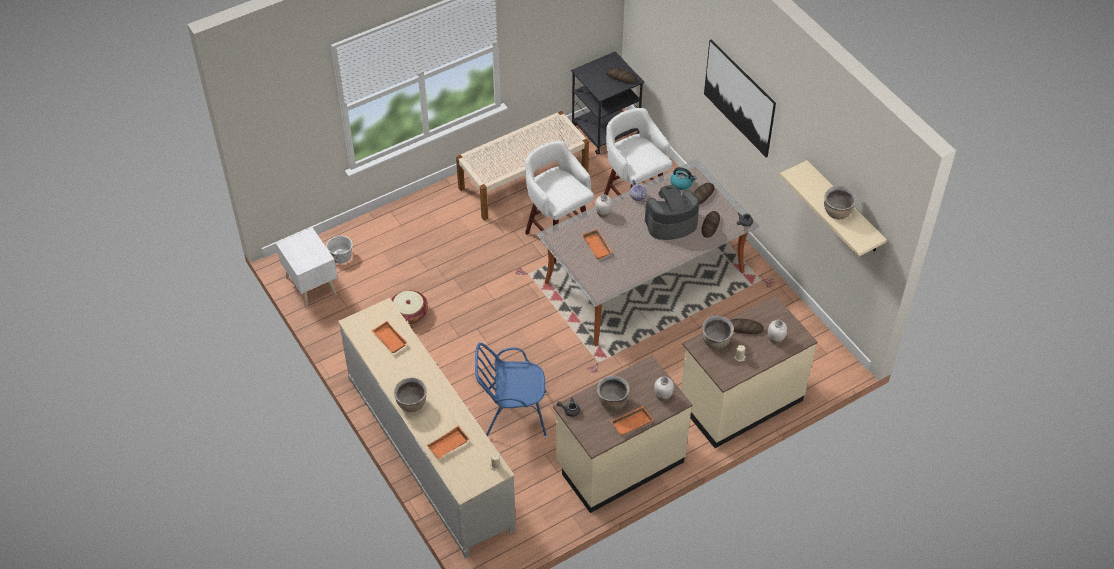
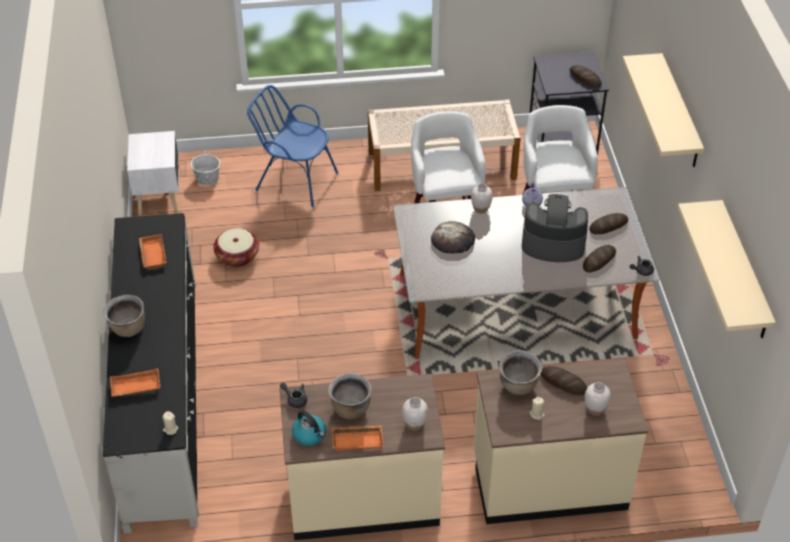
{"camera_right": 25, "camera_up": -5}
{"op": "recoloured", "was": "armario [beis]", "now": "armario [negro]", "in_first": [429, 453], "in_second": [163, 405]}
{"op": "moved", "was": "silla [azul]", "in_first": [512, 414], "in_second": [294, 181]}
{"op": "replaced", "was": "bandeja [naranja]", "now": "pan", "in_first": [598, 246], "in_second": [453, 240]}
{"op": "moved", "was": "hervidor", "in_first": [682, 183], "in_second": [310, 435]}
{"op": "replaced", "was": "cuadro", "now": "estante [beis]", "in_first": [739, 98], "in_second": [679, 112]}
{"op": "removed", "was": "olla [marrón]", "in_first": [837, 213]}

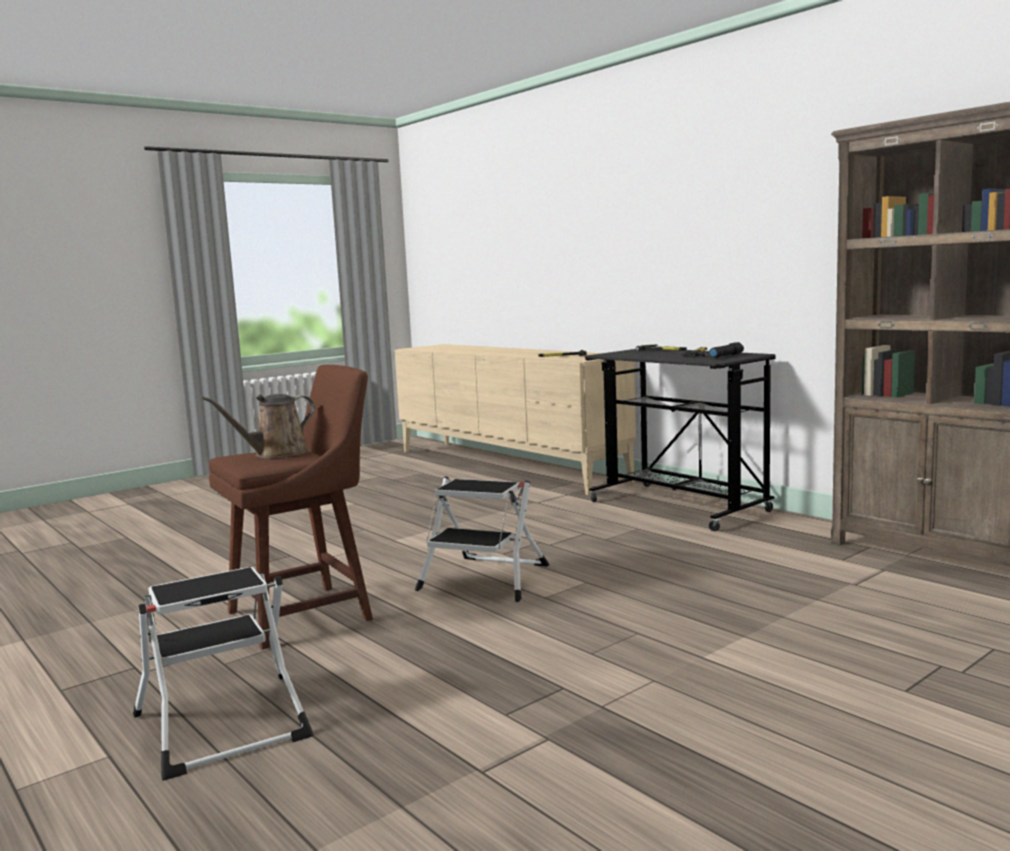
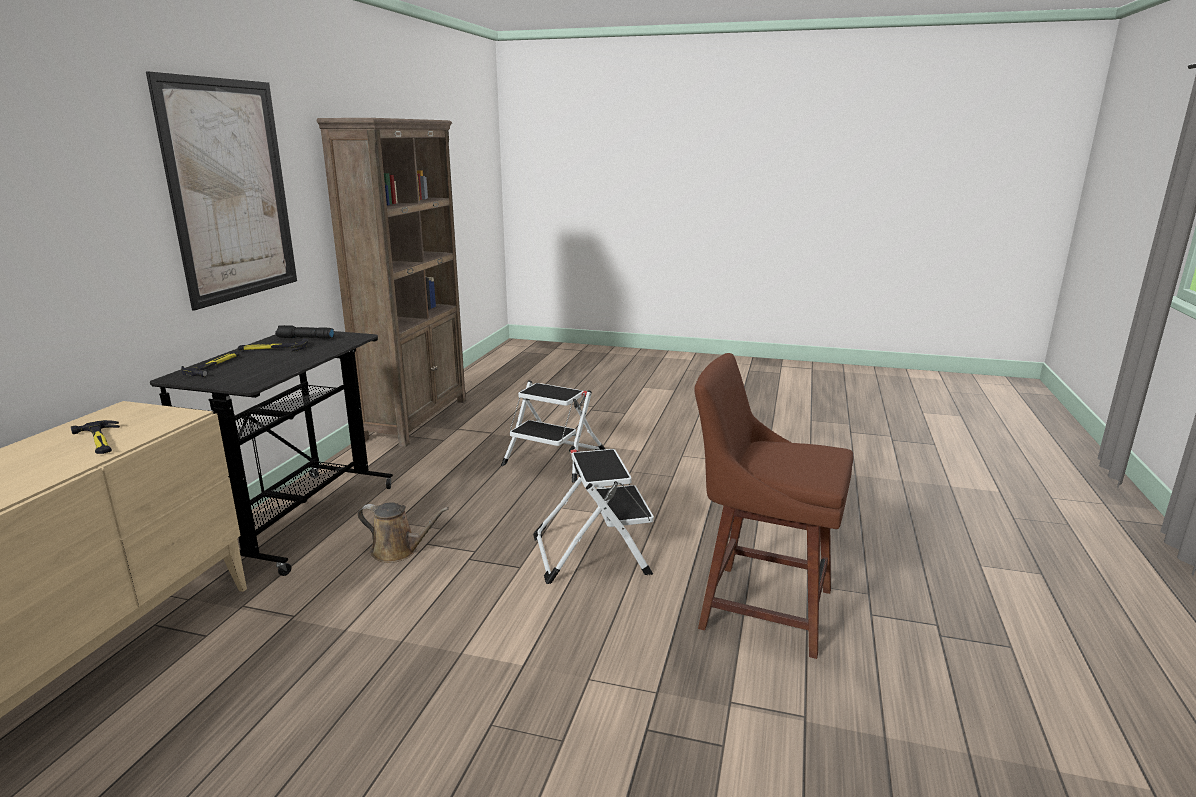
{"camera_right": -125, "camera_up": 10}
{"op": "moved", "was": "escalera de tijera", "in_first": [224, 721], "in_second": [555, 459]}
{"op": "moved", "was": "regadera [marrón]", "in_first": [276, 454], "in_second": [398, 551]}
{"op": "added", "now": "cuadro", "in_second": [231, 191]}

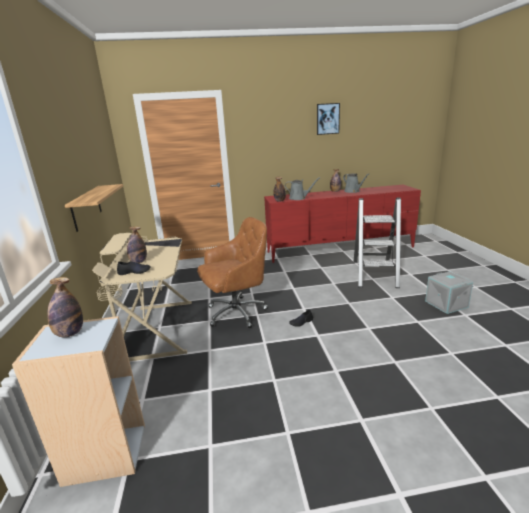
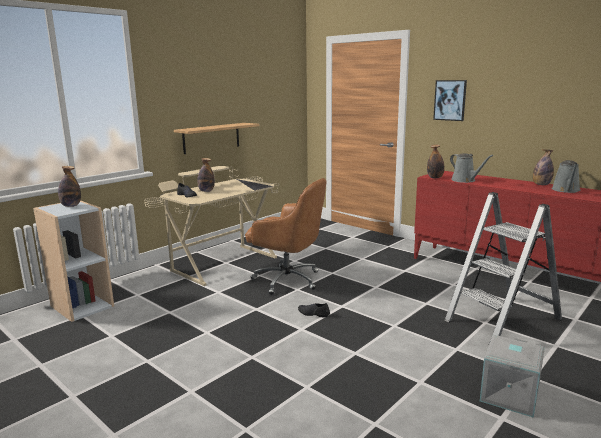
{"camera_right": 50, "camera_up": -5}
{"op": "moved", "was": "cuadro", "in_first": [327, 119], "in_second": [450, 100]}

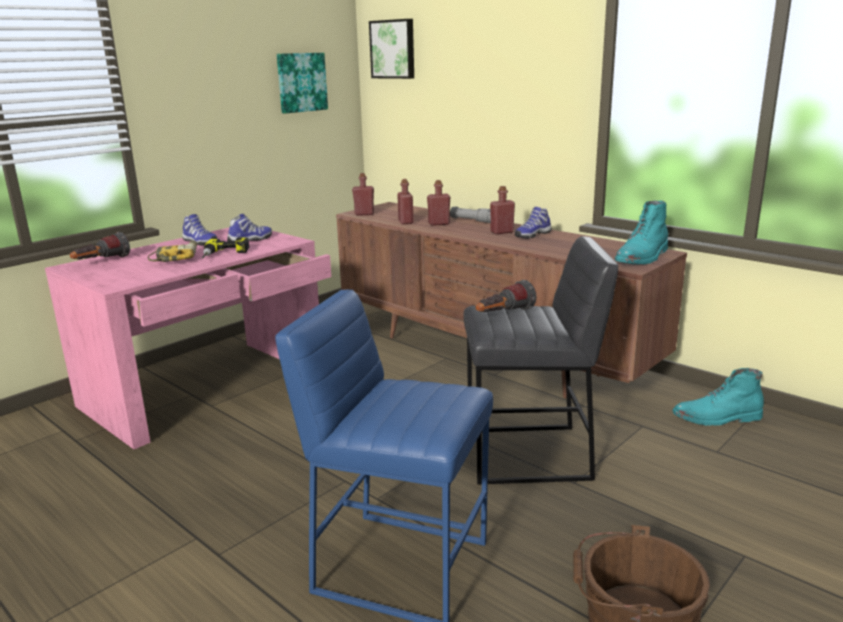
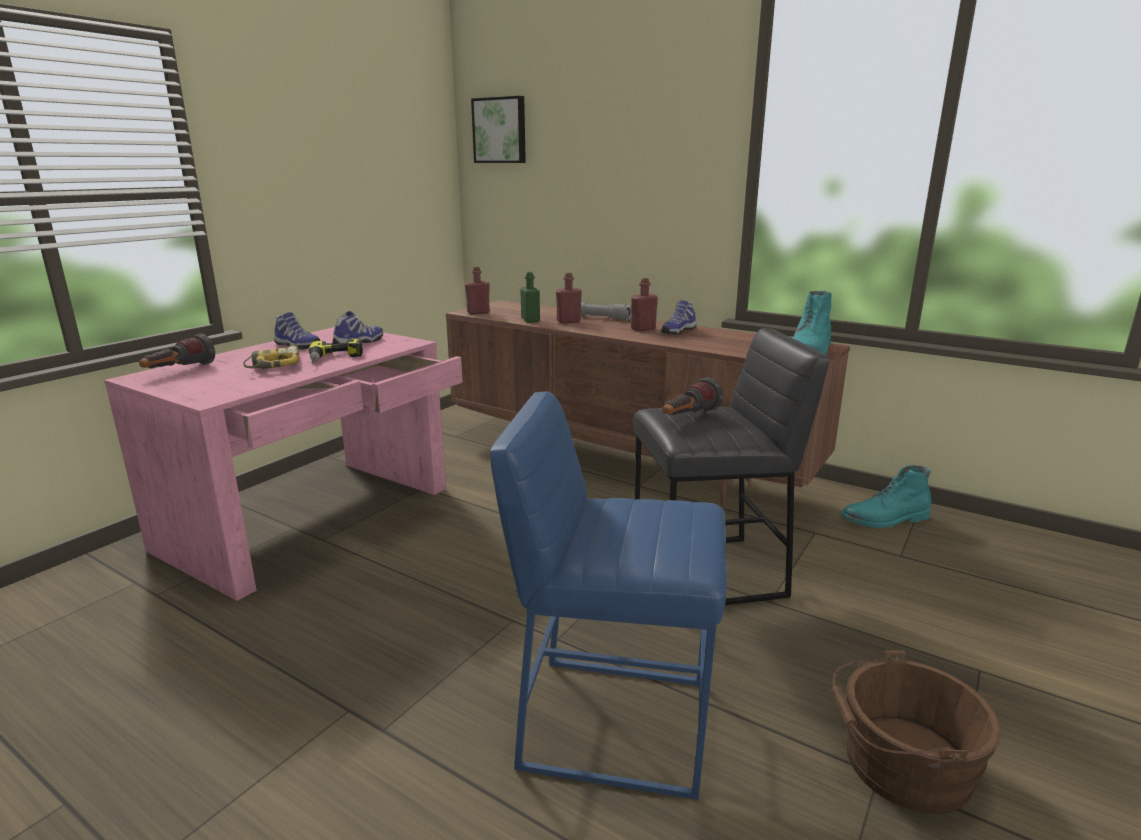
{"camera_right": -10, "camera_up": 0}
{"op": "removed", "was": "cuadro", "in_first": [301, 82]}
{"op": "recoloured", "was": "botella [rojo]", "now": "botella [verde]", "in_first": [405, 222], "in_second": [530, 320]}

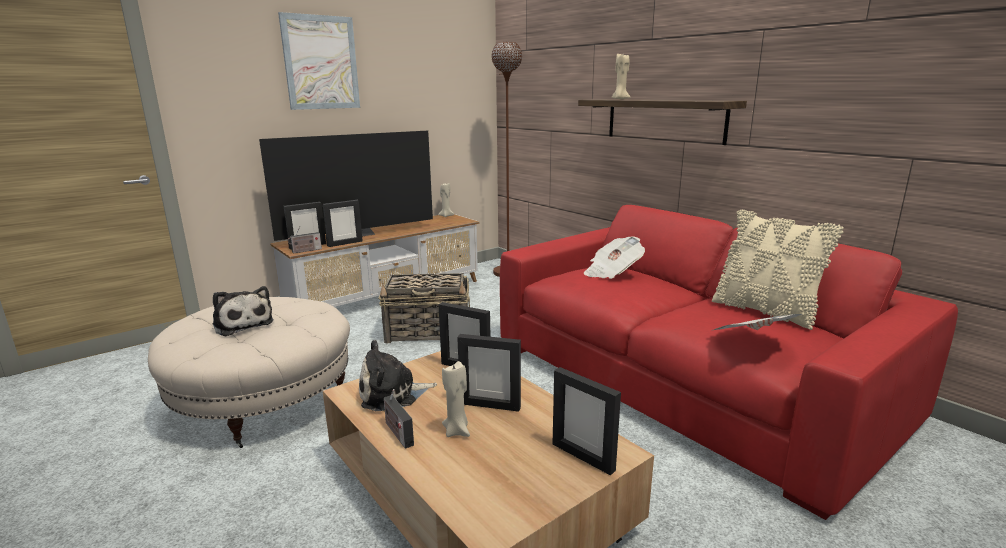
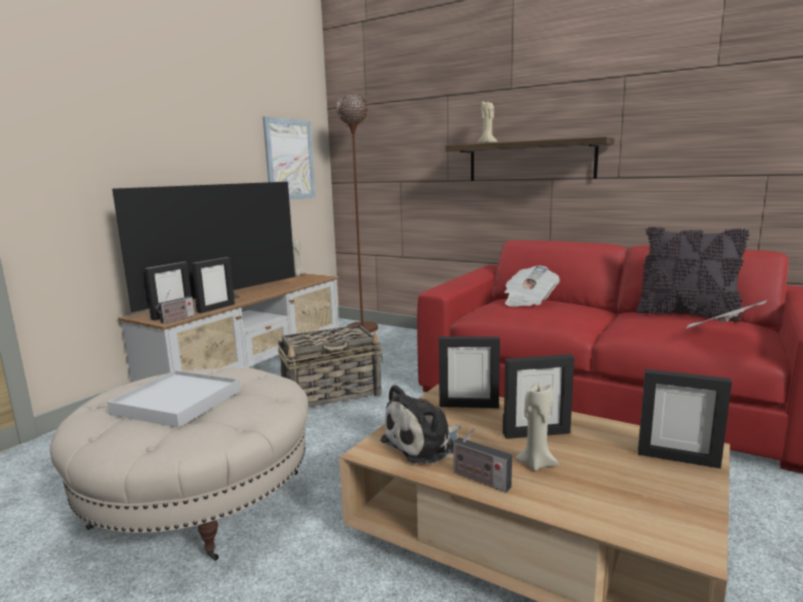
{"camera_right": -20, "camera_up": -5}
{"op": "replaced", "was": "peluche", "now": "bandeja [blanco]", "in_first": [242, 324], "in_second": [177, 402]}
{"op": "moved", "was": "cuadro", "in_first": [321, 63], "in_second": [289, 160]}
{"op": "recoloured", "was": "cojín [beis]", "now": "cojín [negro]", "in_first": [765, 311], "in_second": [686, 314]}

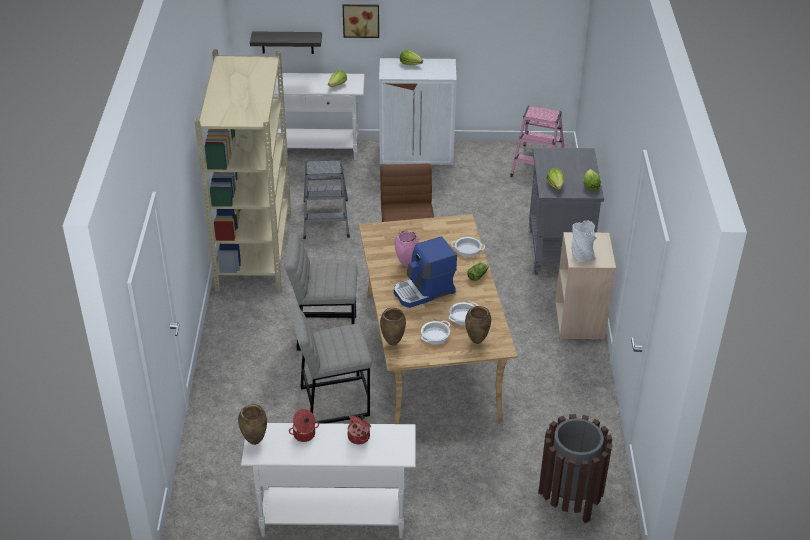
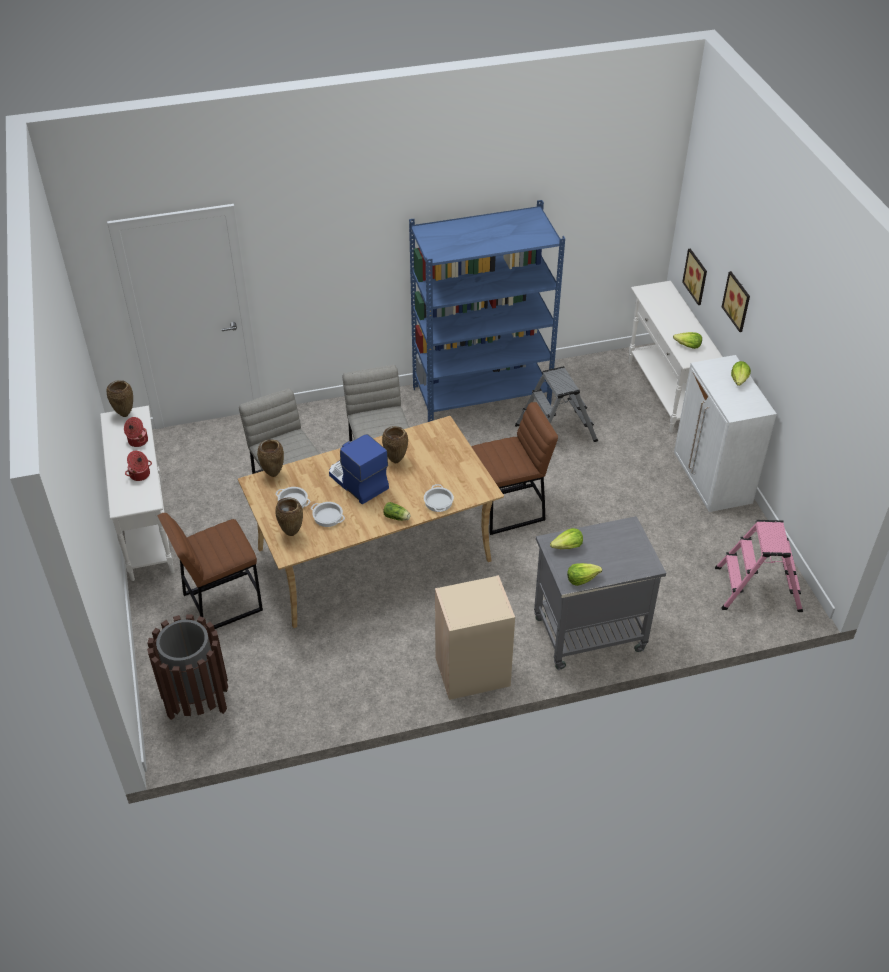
{"camera_right": 75, "camera_up": 5}
{"op": "recoloured", "was": "estantería [beis]", "now": "estantería [azul]", "in_first": [254, 251], "in_second": [481, 397]}
{"op": "replaced", "was": "estante", "now": "cuadro", "in_first": [287, 42], "in_second": [697, 276]}
{"op": "recoloured", "was": "florero [rosa]", "now": "florero [marrón]", "in_first": [406, 264], "in_second": [396, 460]}
{"op": "removed", "was": "florero [blanco]", "in_first": [581, 255]}
{"op": "added", "now": "silla [marrón]", "in_second": [220, 603]}

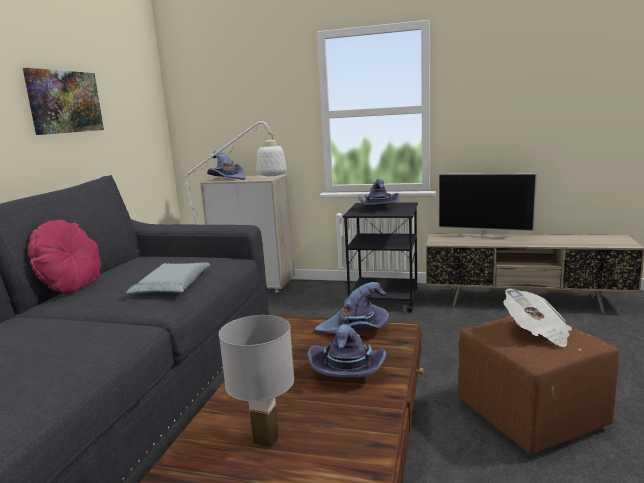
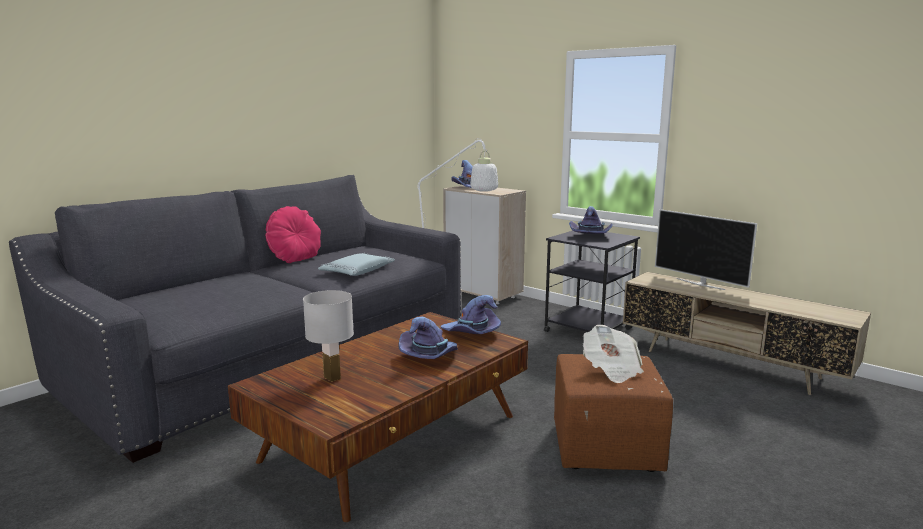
{"camera_right": 25, "camera_up": 0}
{"op": "removed", "was": "cuadro", "in_first": [65, 102]}

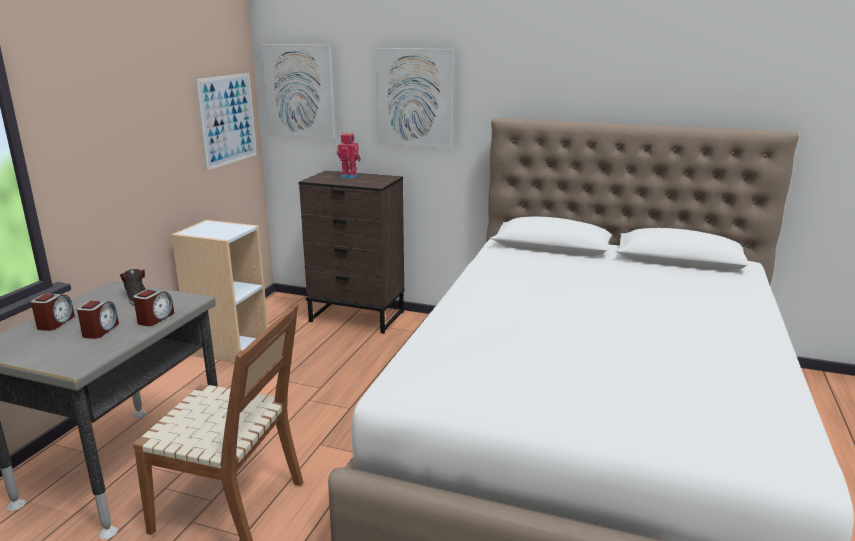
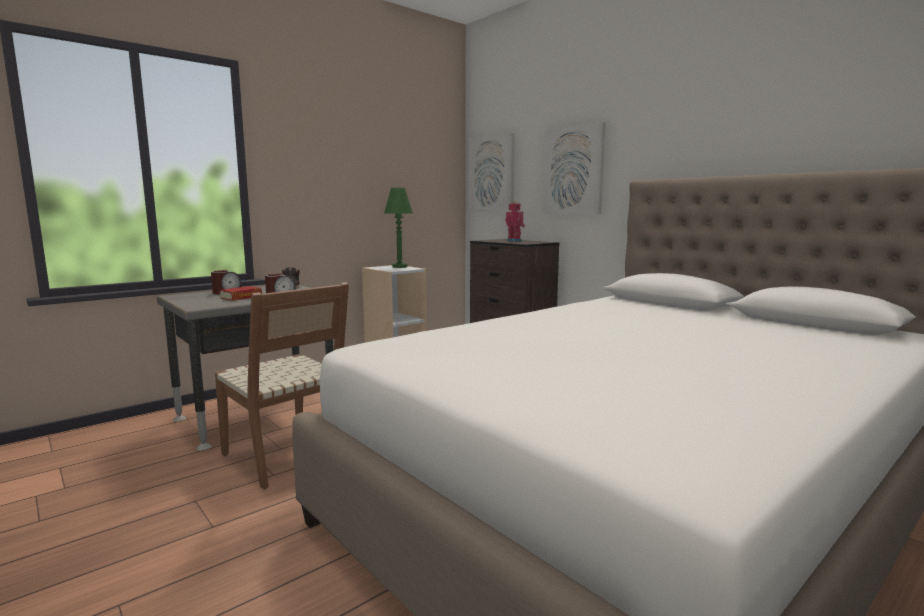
{"camera_right": 30, "camera_up": -10}
{"op": "replaced", "was": "despertador", "now": "libro", "in_first": [100, 330], "in_second": [241, 297]}
{"op": "removed", "was": "cuadro", "in_first": [227, 120]}
{"op": "added", "now": "lámpara de mesa [verde]", "in_second": [399, 267]}

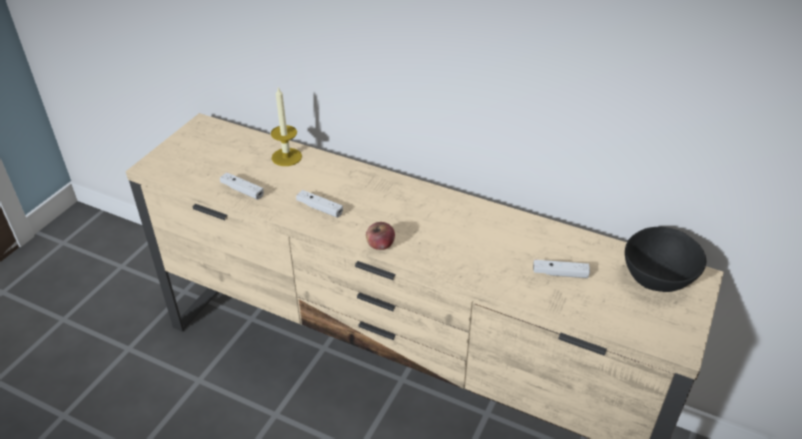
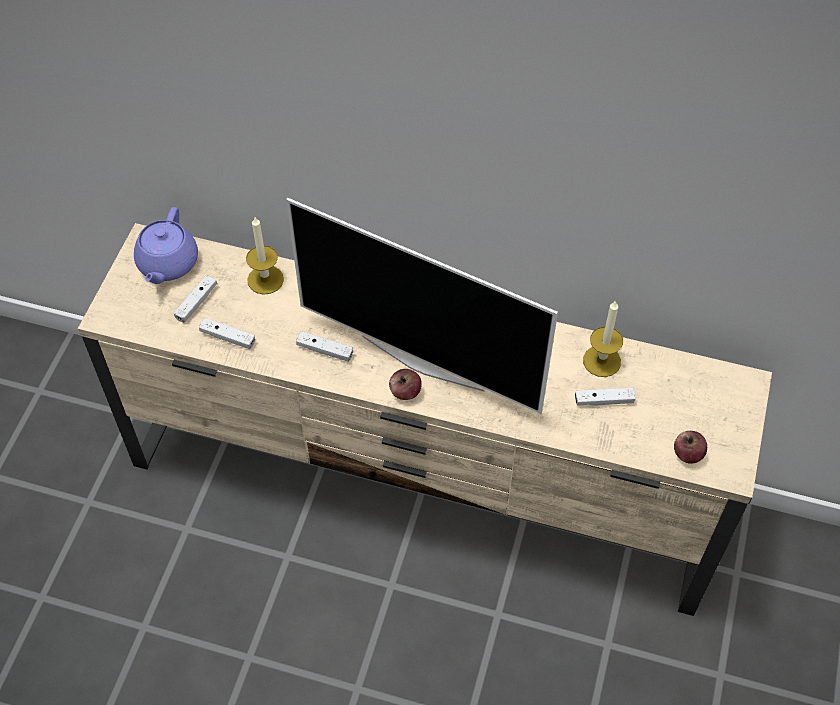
{"camera_right": -10, "camera_up": 15}
{"op": "removed", "was": "cuenco [negro]", "in_first": [658, 278]}
{"op": "added", "now": "tetera [morado]", "in_second": [167, 264]}
{"op": "added", "now": "mando de consola [blanco]", "in_second": [196, 303]}
{"op": "added", "now": "televisor", "in_second": [423, 361]}
{"op": "added", "now": "vela", "in_second": [601, 361]}
{"op": "added", "now": "manzana", "in_second": [687, 454]}

